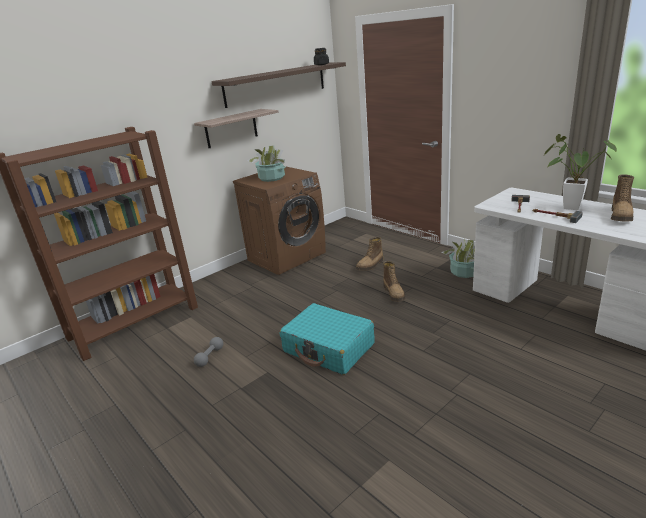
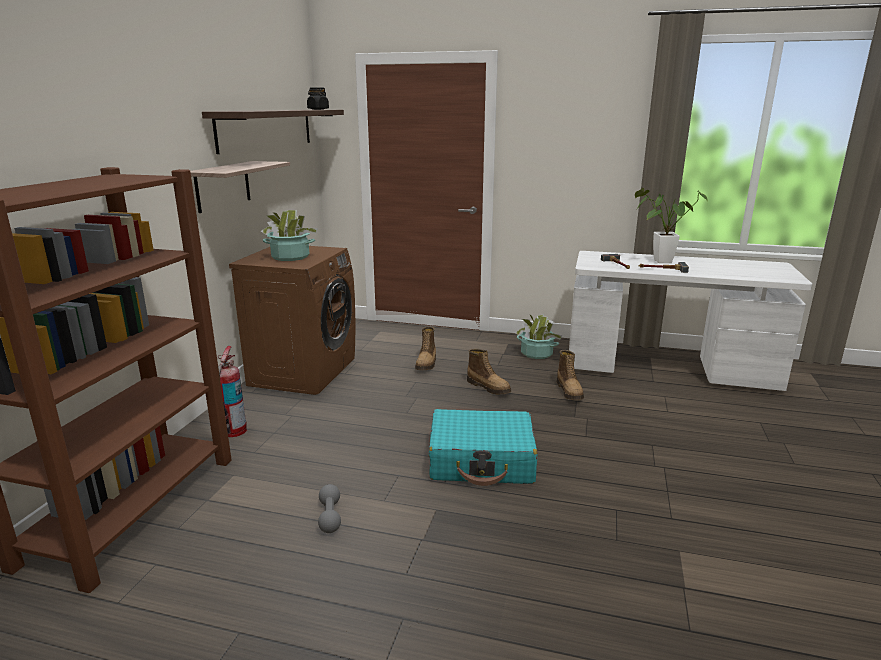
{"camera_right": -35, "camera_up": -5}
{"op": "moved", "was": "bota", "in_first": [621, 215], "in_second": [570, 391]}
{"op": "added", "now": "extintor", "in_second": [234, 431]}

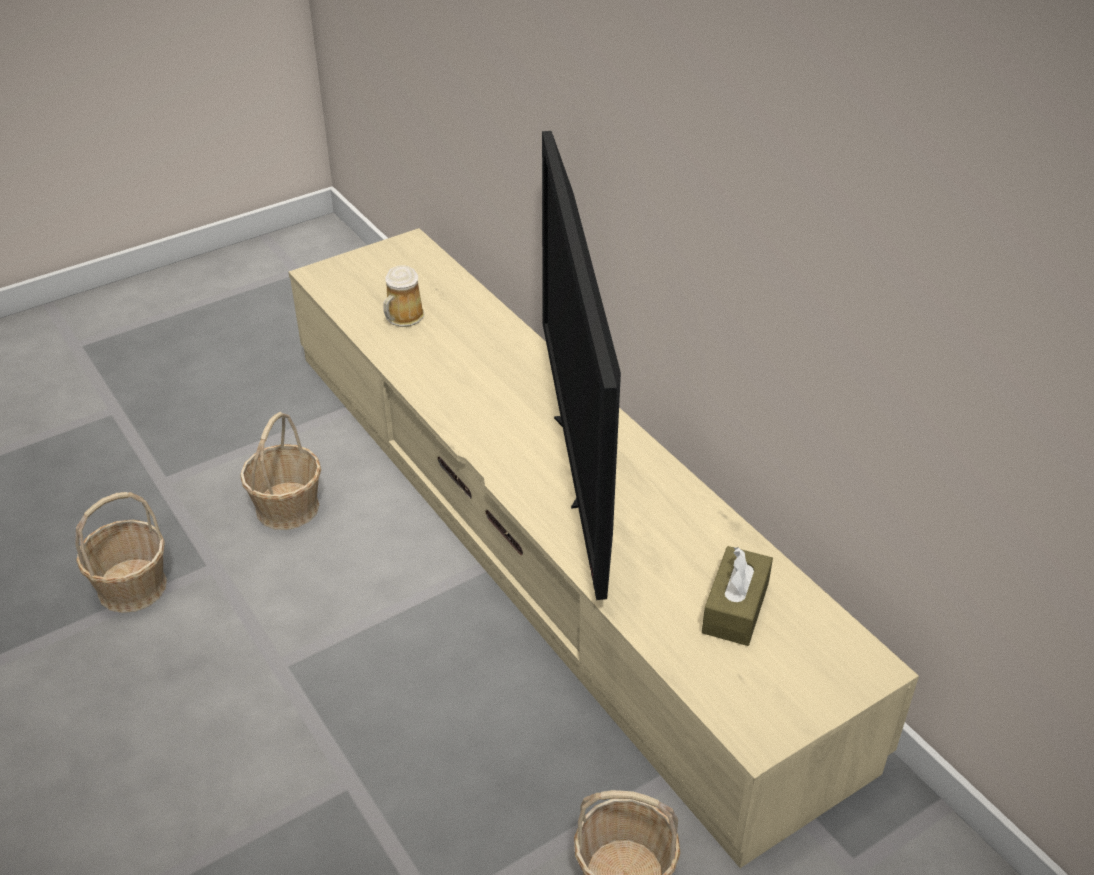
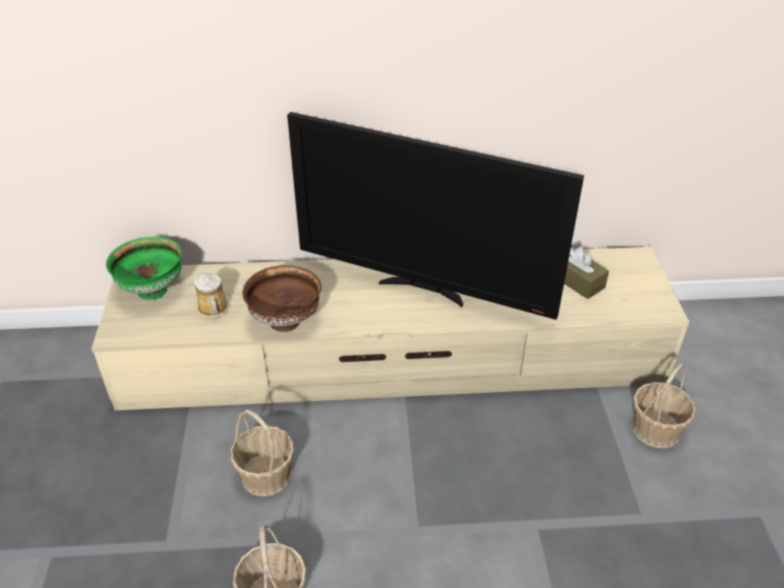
{"camera_right": -60, "camera_up": 0}
{"op": "added", "now": "cuenco [verde]", "in_second": [151, 290]}
{"op": "added", "now": "cuenco [marrón]", "in_second": [285, 321]}

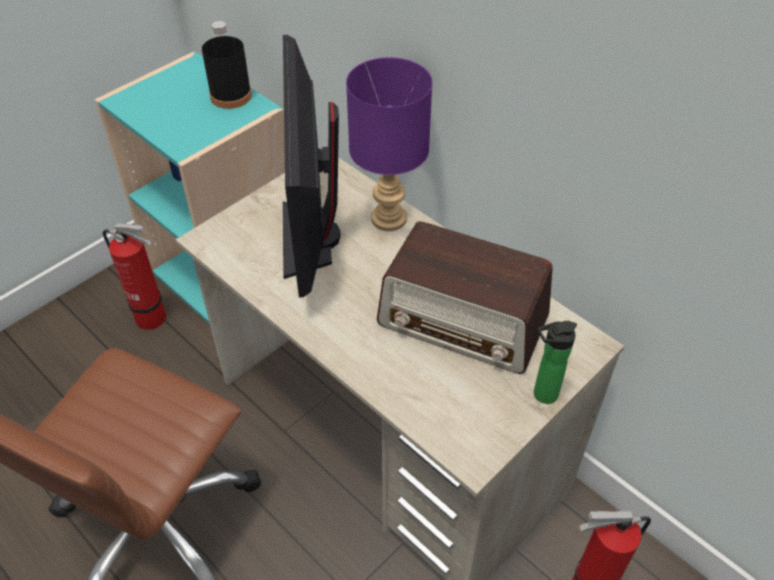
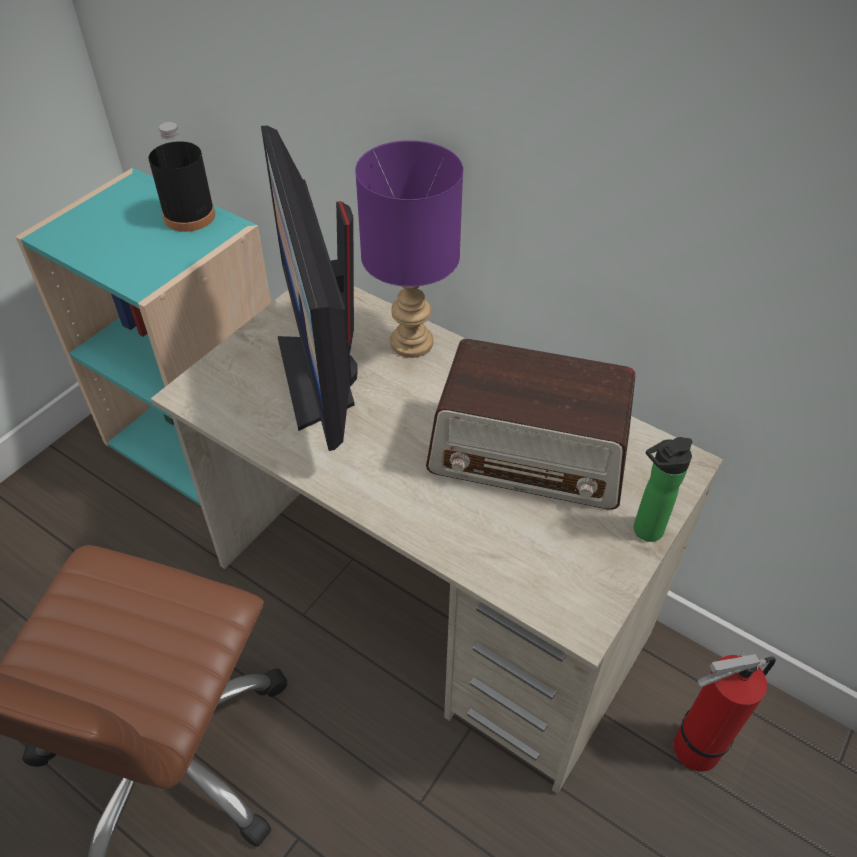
{"camera_right": -10, "camera_up": 0}
{"op": "removed", "was": "extintor", "in_first": [154, 319]}

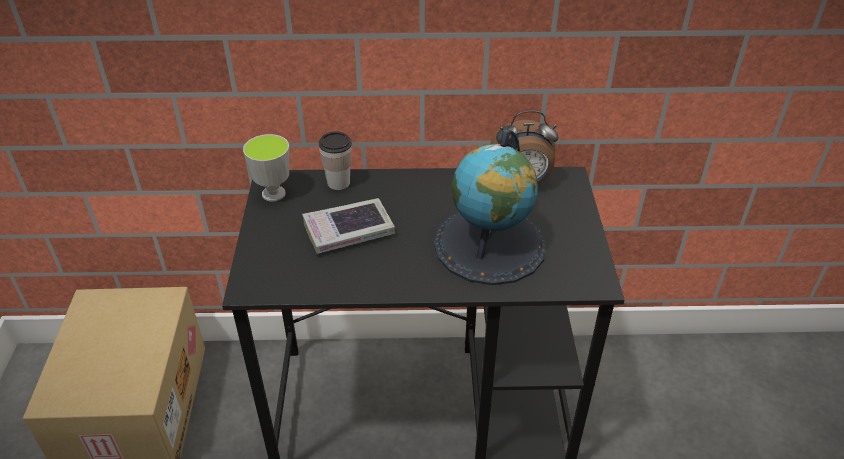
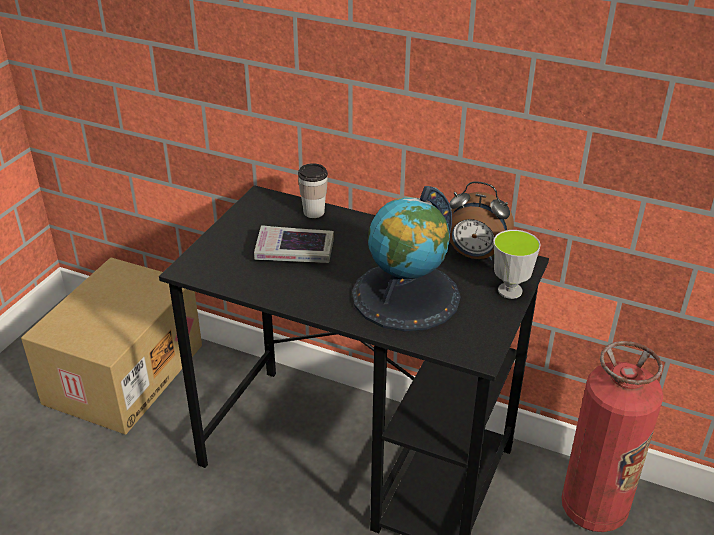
{"camera_right": 25, "camera_up": -5}
{"op": "moved", "was": "taza", "in_first": [273, 194], "in_second": [510, 291]}
{"op": "added", "now": "extintor", "in_second": [593, 508]}

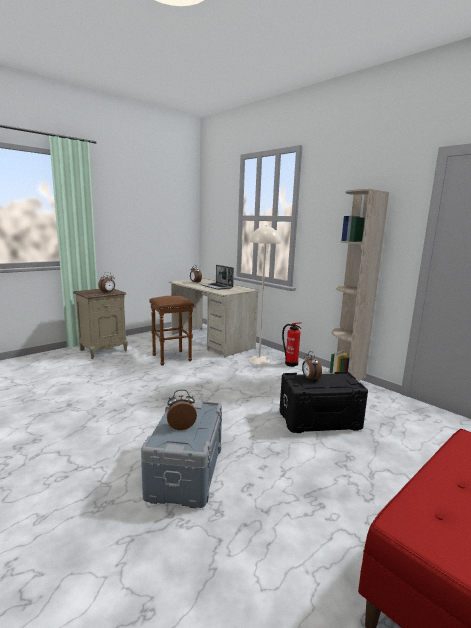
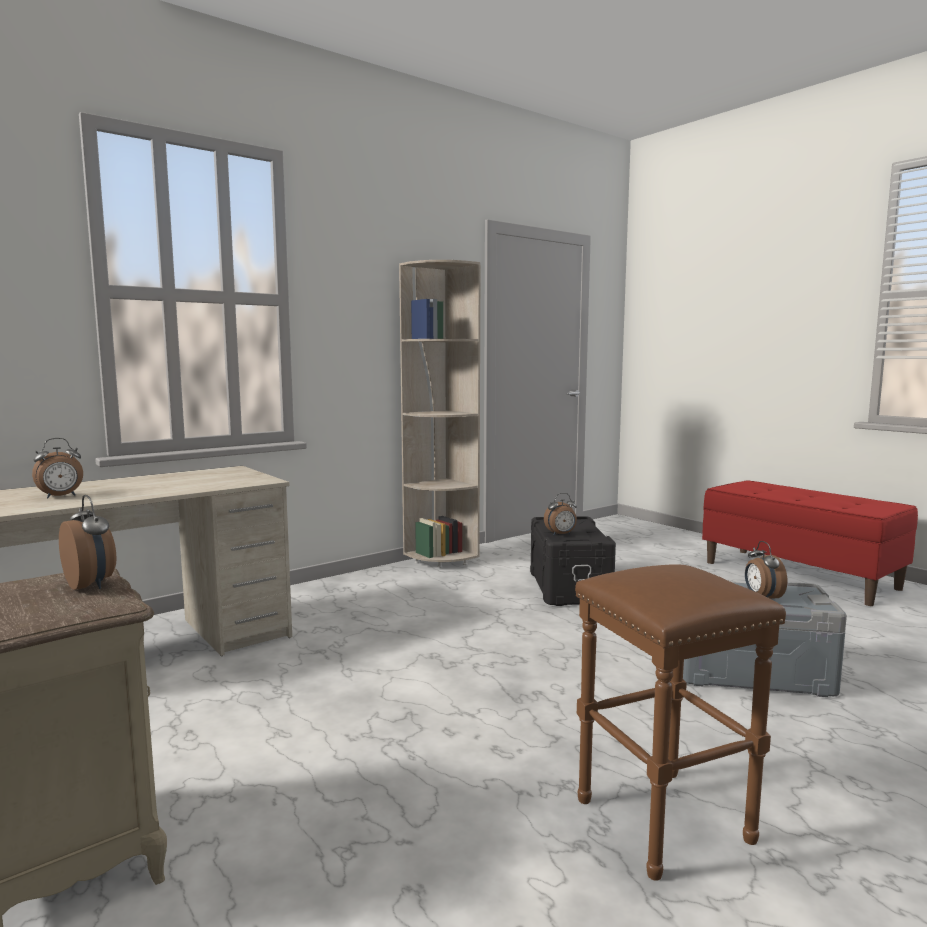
{"camera_right": -85, "camera_up": -5}
{"op": "moved", "was": "taburete [marrón]", "in_first": [170, 357], "in_second": [663, 822]}
{"op": "removed", "was": "portátil", "in_first": [217, 287]}
{"op": "removed", "was": "lámpara de pie [beis]", "in_first": [259, 360]}
{"op": "removed", "was": "extintor", "in_first": [290, 363]}

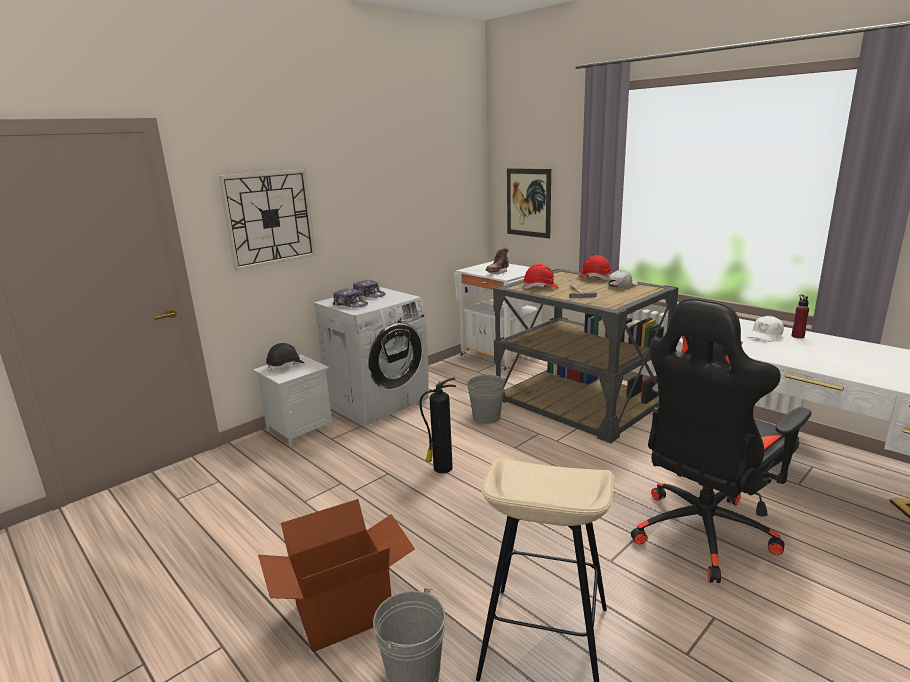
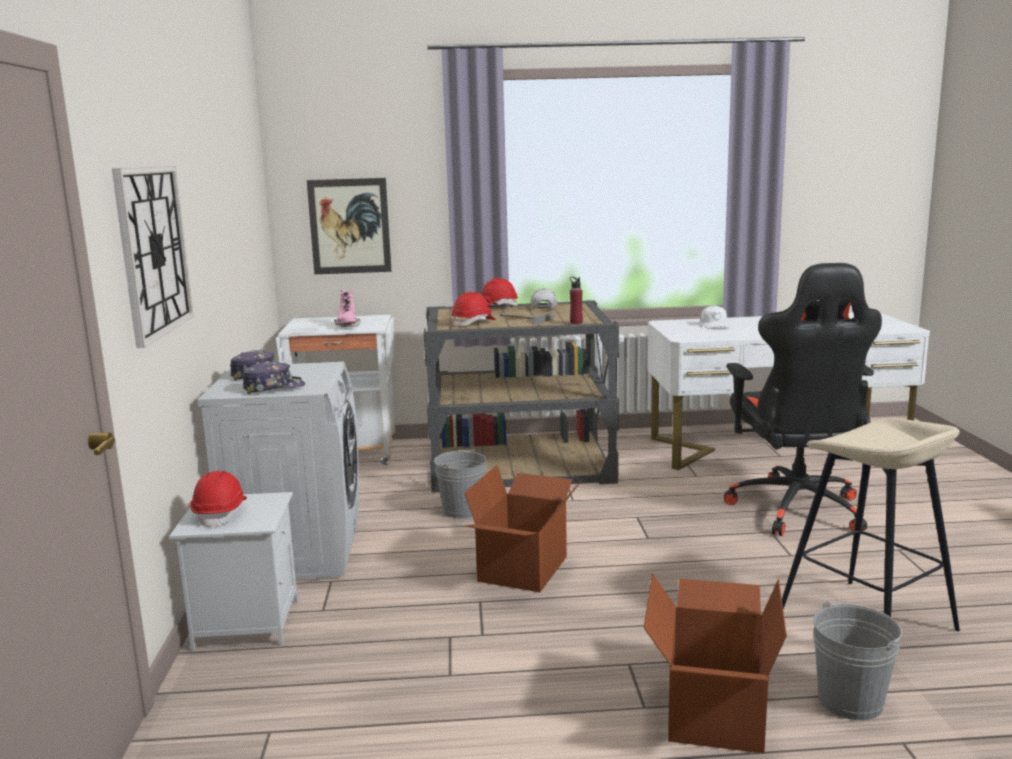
{"camera_right": -50, "camera_up": -5}
{"op": "recoloured", "was": "casco [negro]", "now": "casco [rojo]", "in_first": [285, 366], "in_second": [221, 514]}
{"op": "replaced", "was": "extintor", "now": "caja de cartón", "in_first": [441, 468], "in_second": [525, 569]}
{"op": "recoloured", "was": "bota [marrón]", "now": "bota [rosa]", "in_first": [497, 273], "in_second": [347, 326]}
{"op": "moved", "was": "botella [rojo]", "in_first": [797, 336], "in_second": [576, 323]}

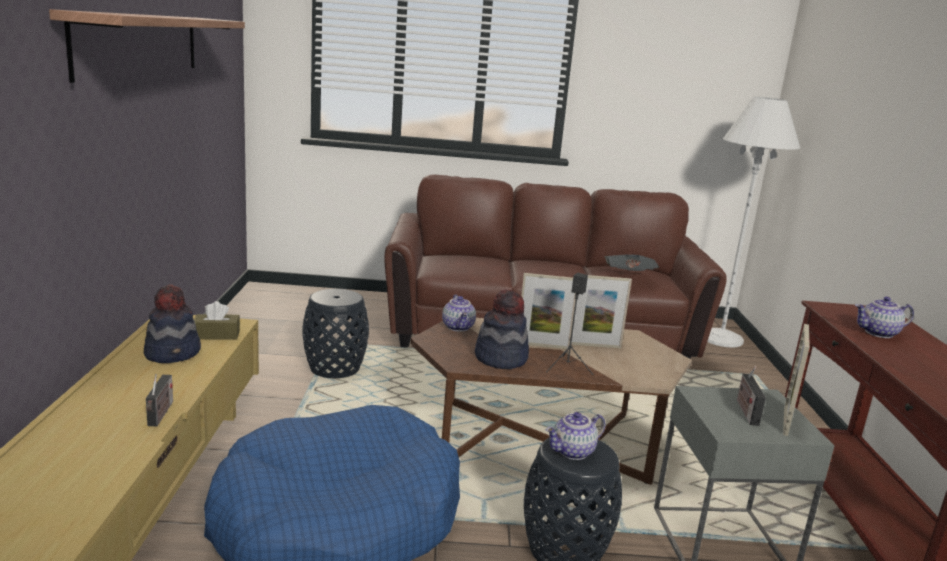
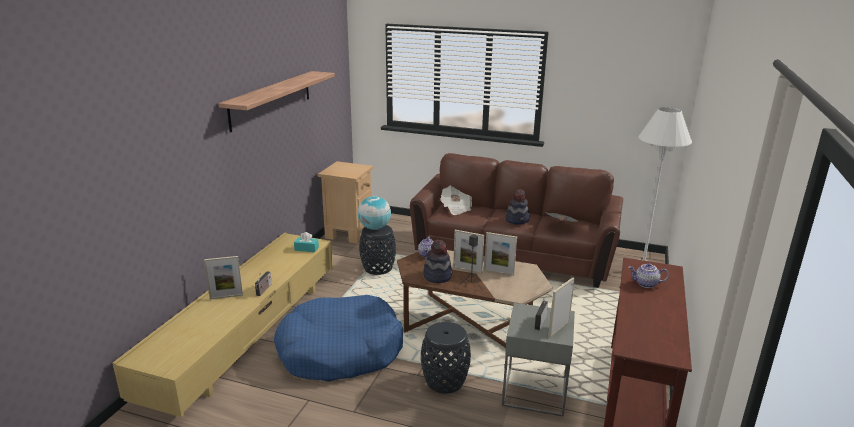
{"camera_right": 20, "camera_up": 5}
{"op": "moved", "was": "sombrero", "in_first": [173, 353], "in_second": [517, 220]}
{"op": "recoloured", "was": "caja de pañuelos [marrón]", "now": "caja de pañuelos [turquesa]", "in_first": [217, 335], "in_second": [306, 249]}
{"op": "removed", "was": "tetera", "in_first": [573, 452]}
{"op": "added", "now": "portarretratos", "in_second": [226, 296]}
{"op": "added", "now": "mesita de noche [beis]", "in_second": [349, 233]}
{"op": "added", "now": "globo terráqueo", "in_second": [374, 228]}
{"op": "added", "now": "periódico", "in_second": [456, 208]}

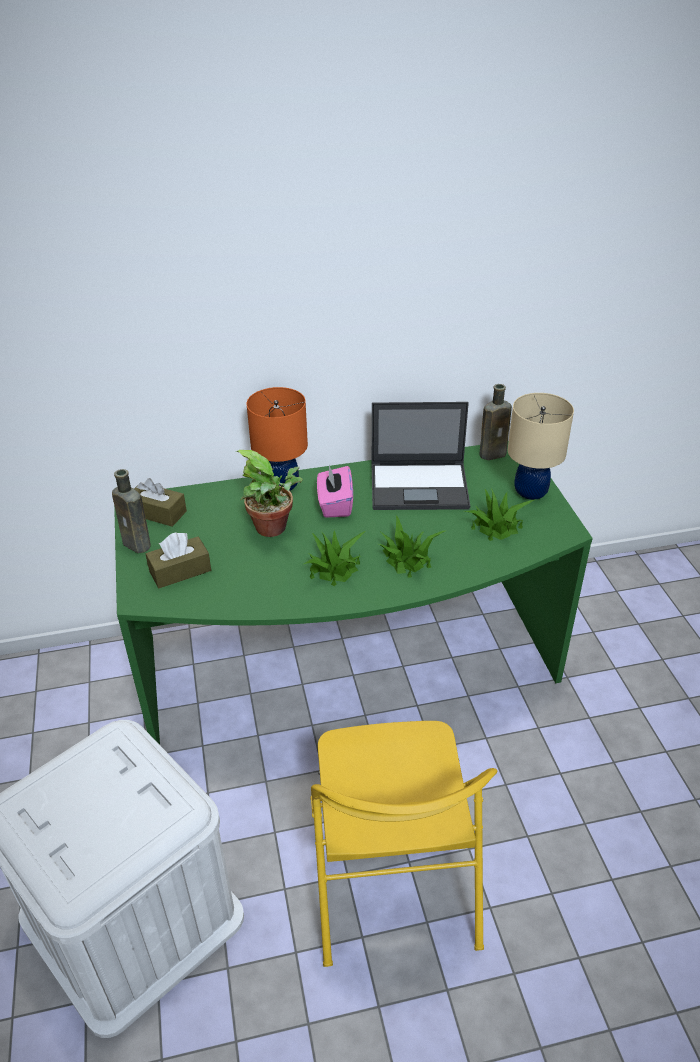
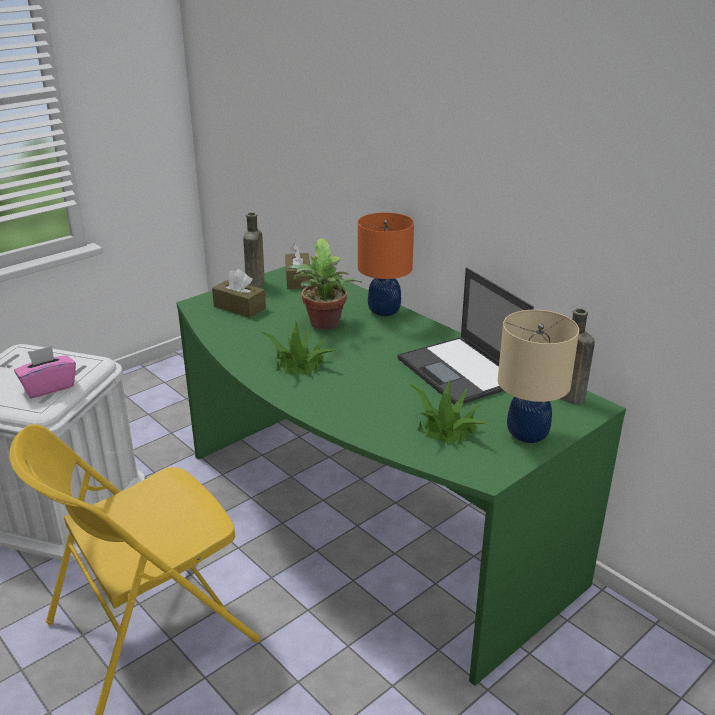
{"camera_right": 60, "camera_up": -10}
{"op": "moved", "was": "caja de pañuelos [rosa]", "in_first": [335, 504], "in_second": [48, 387]}
{"op": "removed", "was": "planta en maceta", "in_first": [407, 559]}

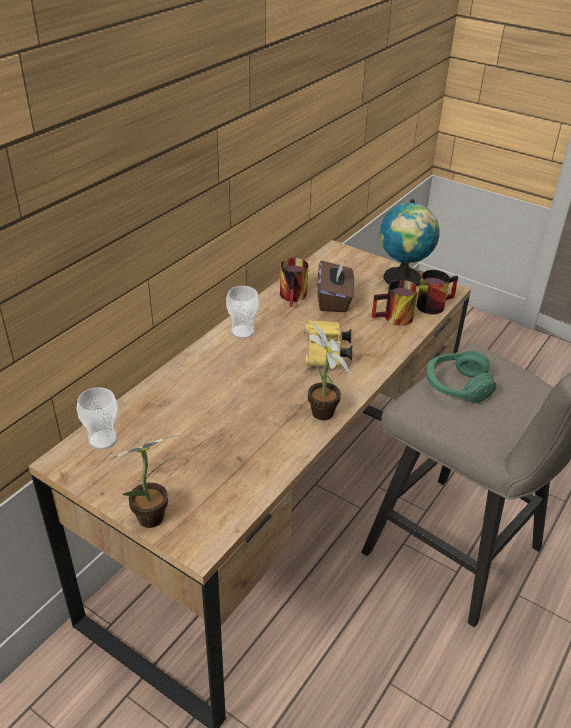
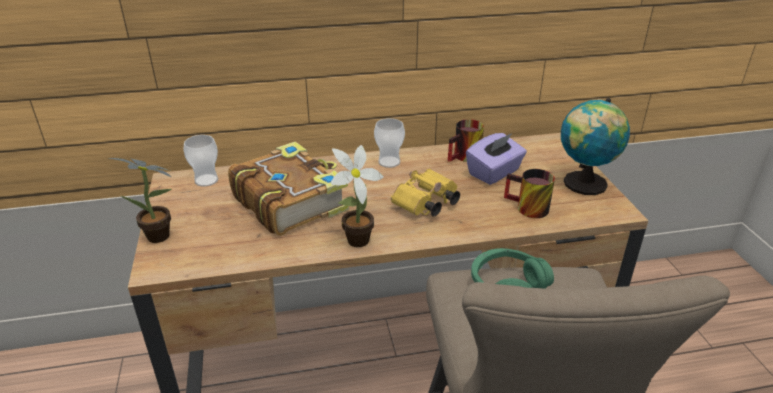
{"camera_right": 45, "camera_up": -5}
{"op": "recoloured", "was": "caja de pañuelos [marrón]", "now": "caja de pañuelos [morado]", "in_first": [334, 300], "in_second": [494, 173]}
{"op": "removed", "was": "taza grande", "in_first": [433, 304]}
{"op": "added", "now": "libro", "in_second": [290, 201]}

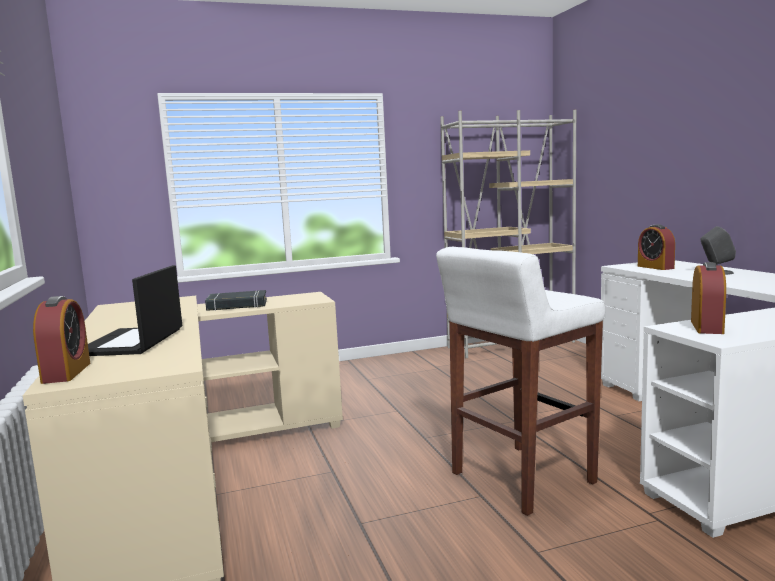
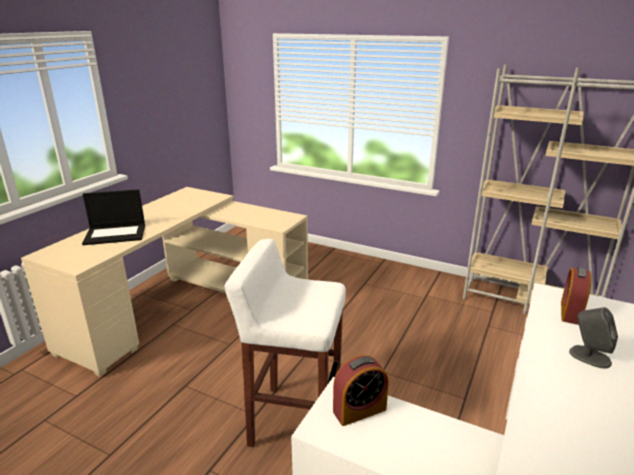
{"camera_right": 45, "camera_up": 15}
{"op": "removed", "was": "despertador", "in_first": [66, 372]}
{"op": "turned", "was": "portátil", "in_first": [132, 342], "in_second": [116, 234], "clockwise": -150}
{"op": "removed", "was": "libro [negro]", "in_first": [237, 305]}

